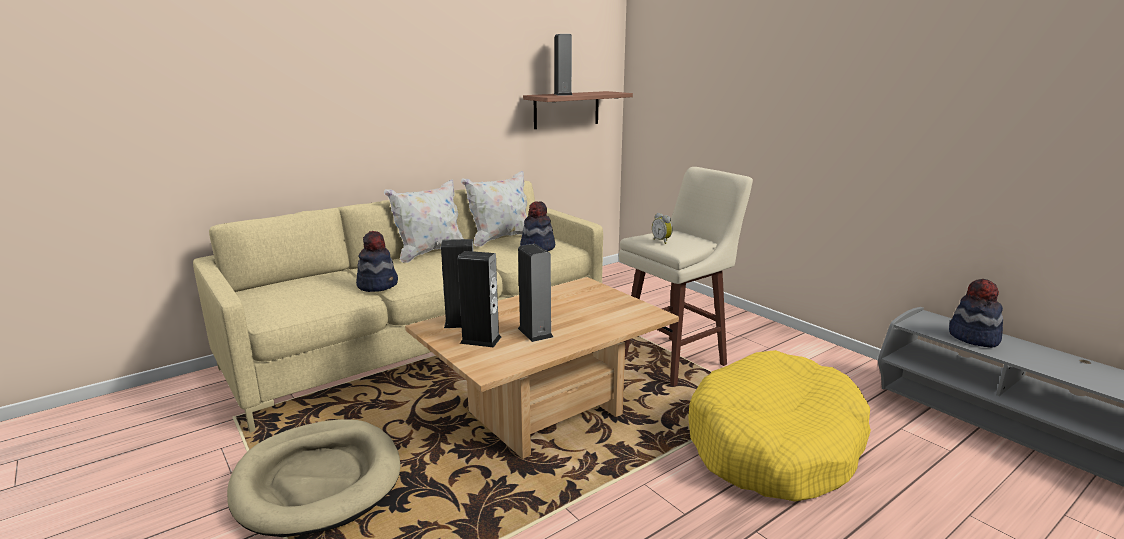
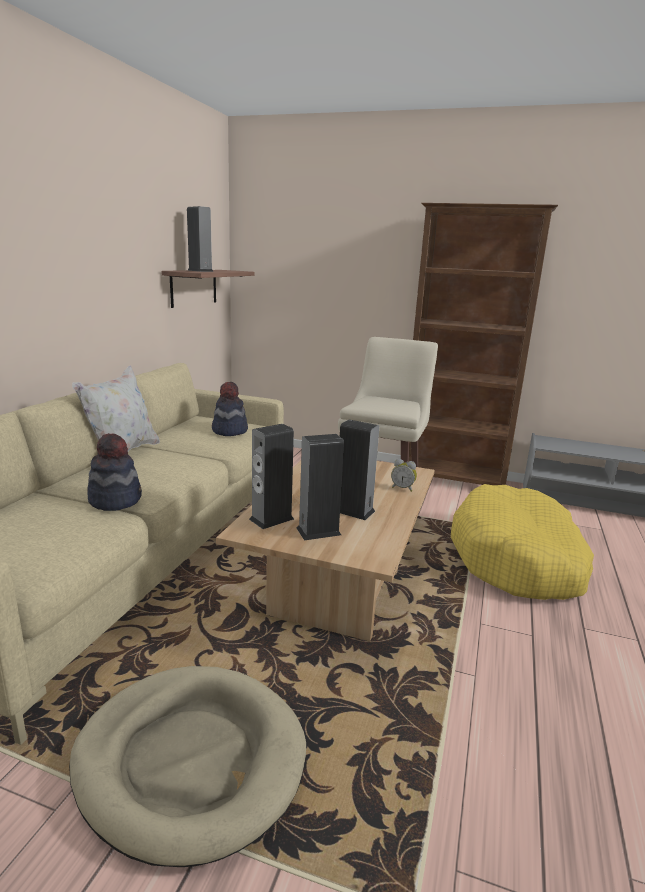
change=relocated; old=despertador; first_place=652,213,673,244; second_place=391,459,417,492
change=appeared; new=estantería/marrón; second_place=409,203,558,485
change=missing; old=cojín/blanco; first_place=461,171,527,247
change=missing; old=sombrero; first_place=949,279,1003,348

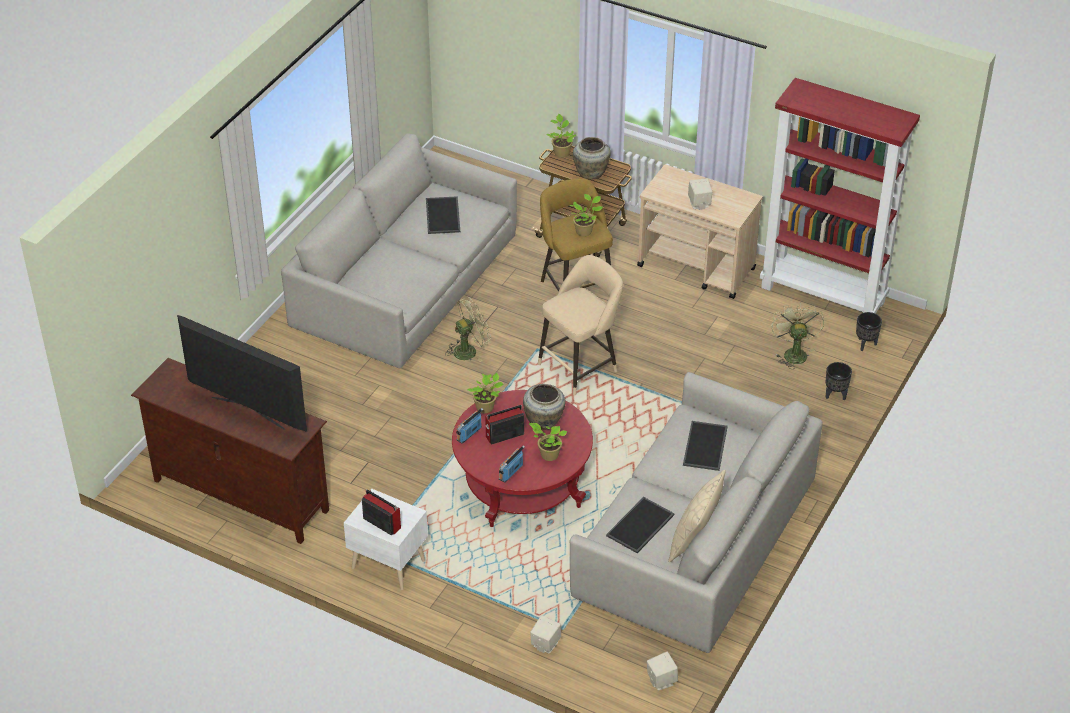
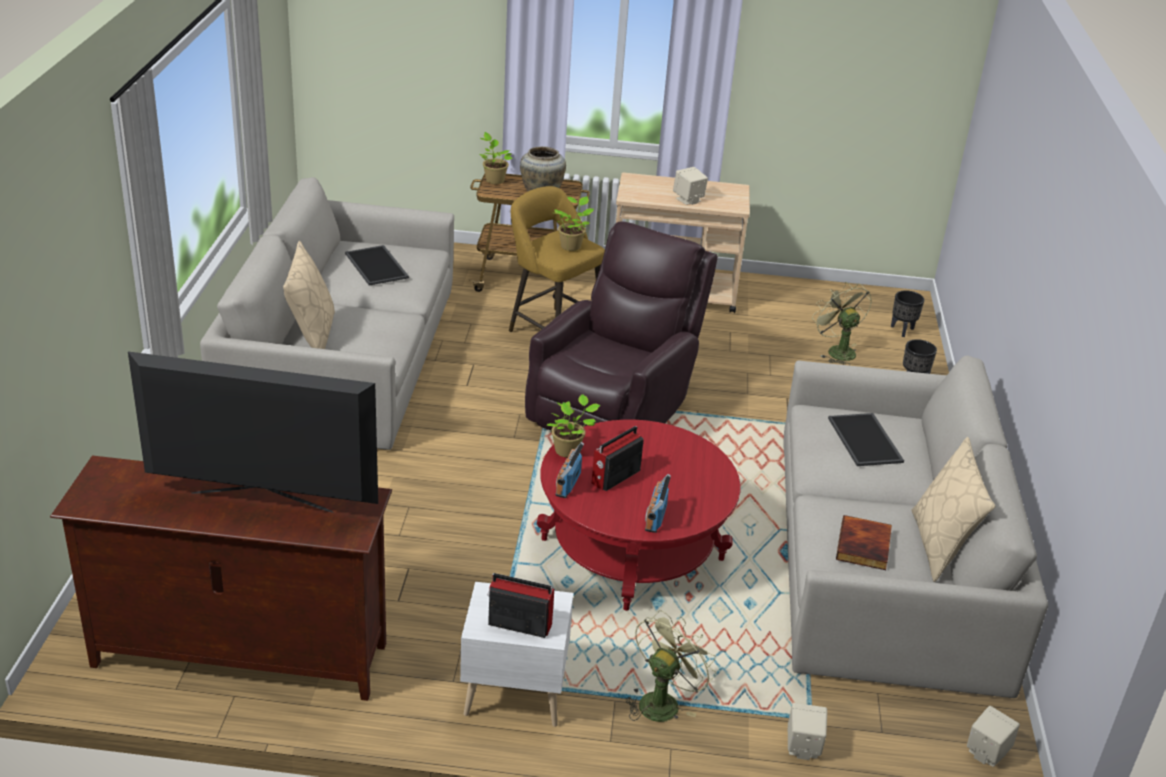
change=appeared; new=cojín/beis; second_place=283,241,335,349
change=exchanged; old=taburete/beis; new=sillón/marrón; first_place=538,255,623,396; second_place=525,222,718,430
change=relocated; old=ventilador/verde; first_place=445,297,491,362; second_place=626,610,716,722
change=exchanged; old=bandeja; new=libro; first_place=606,497,675,553; second_place=836,515,892,570
change=missing; old=florero/beis; first_place=523,384,565,430
change=missing; old=planta en maceta; first_place=529,423,567,461
change=missing; old=estantería/rojo; first_place=760,78,920,314

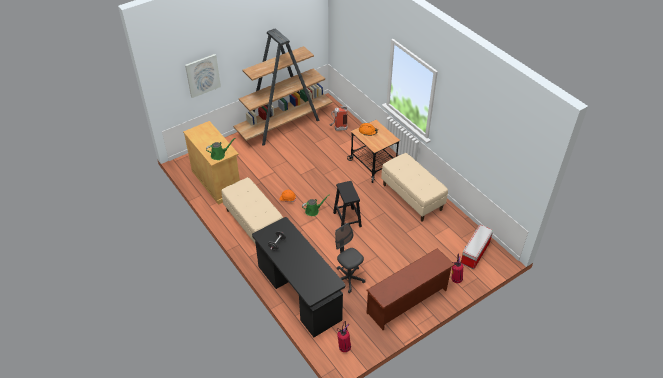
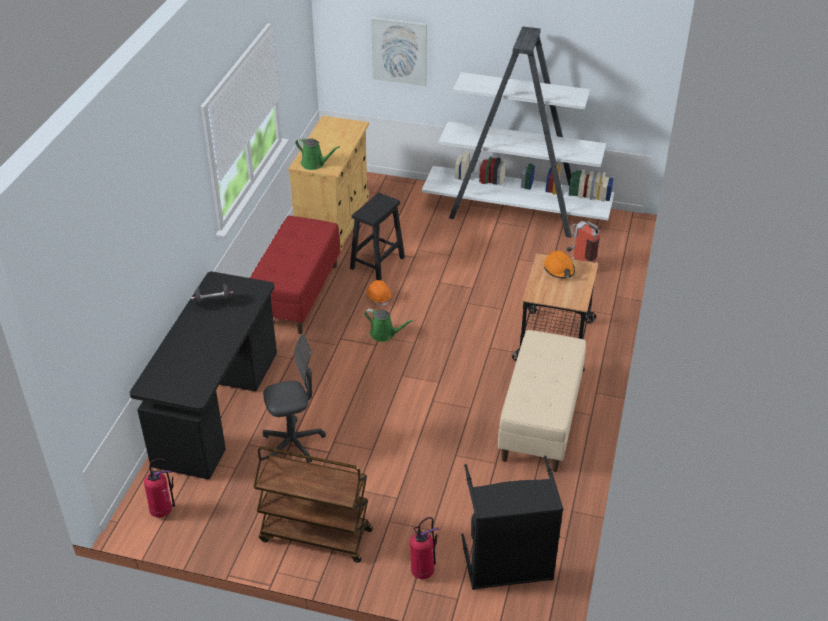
change=colour; old=banco/beis; new=banco/rojo; first_place=221,177,283,244; second_place=250,216,340,334
change=exchanged; old=zapatero/marrón; new=carrito/marrón; first_place=366,248,455,330; second_place=253,446,373,563
change=spun; old=silla de oficina/gris; first_place=335,223,365,293; second_place=263,334,326,463; degrees=60
change=relocated; old=taburete/negro; first_place=333,181,362,227; second_place=350,193,405,280
change=colour; old=estantería/marrón; new=estantería/blanco; first_place=233,28,333,146; second_place=422,26,614,238
change=exchanged; old=caja de almacenaje; new=cesto de la ropa/negro; first_place=461,225,493,269; second_place=461,456,564,590

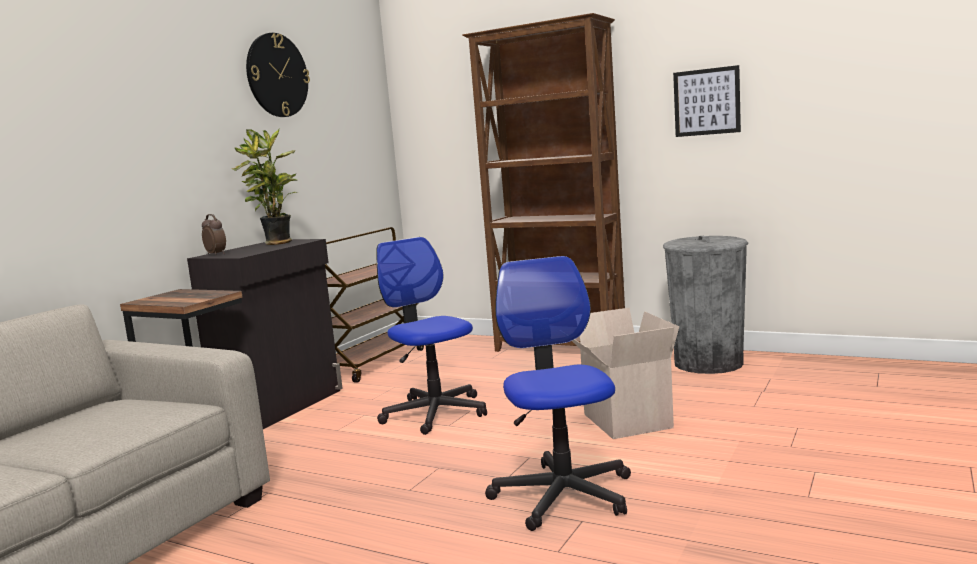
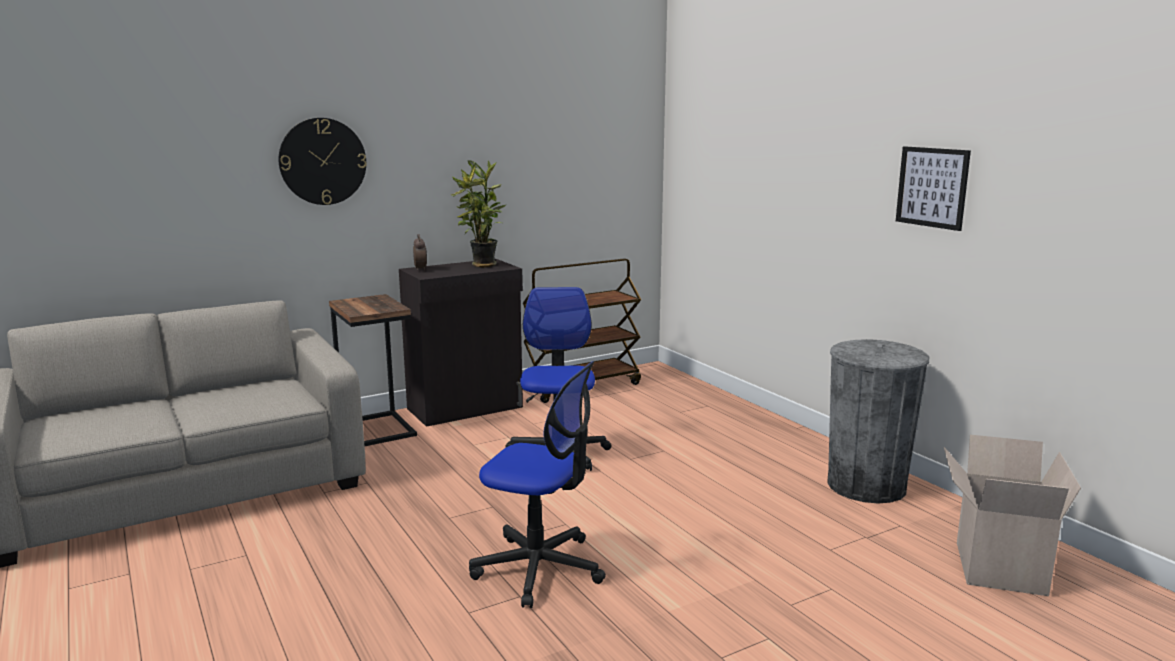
change=relocated; old=reloj de pared; first_place=246,33,310,117; second_place=279,118,367,205
change=spun; old=silla de oficina; first_place=485,256,631,531; second_place=469,361,606,608; degrees=90
change=relocated; old=caja de cartón; first_place=572,308,679,439; second_place=944,435,1081,596
change=missing; old=estantería/marrón; first_place=463,13,625,352

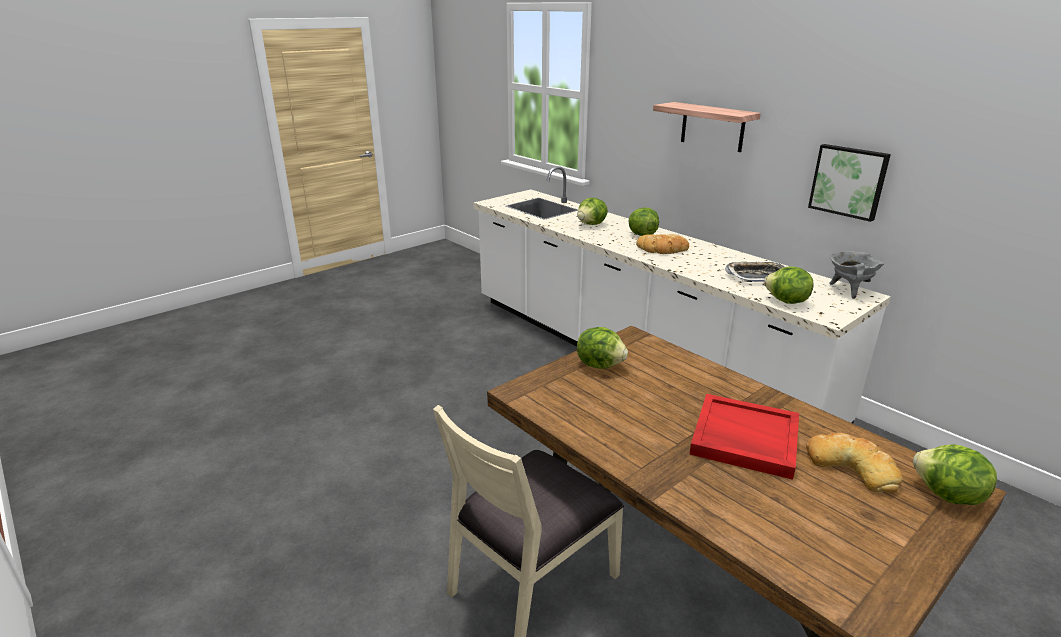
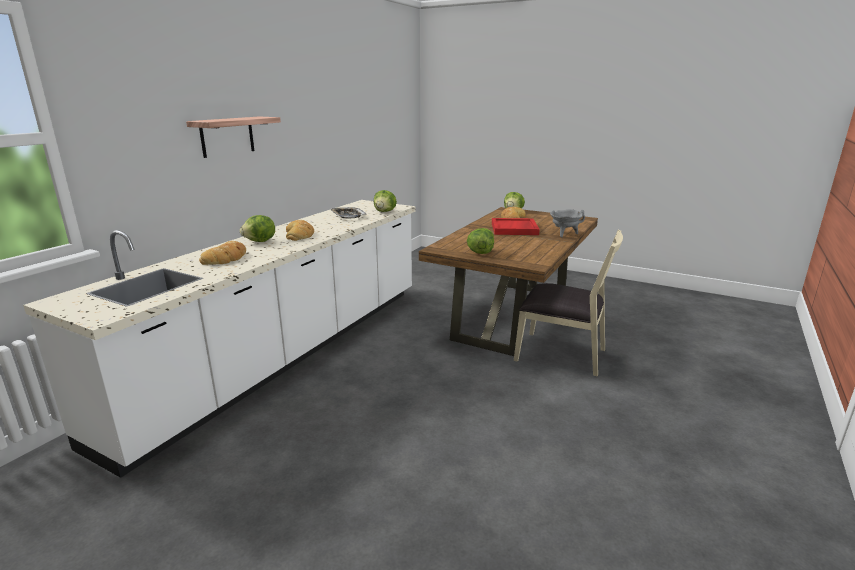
change=exchanged; old=lechuga; new=pan; first_place=577,198,608,225; second_place=199,241,246,265
change=relocated; old=olla/gris; first_place=829,251,884,299; second_place=550,209,585,237
change=missing; old=cuadro; first_place=808,144,891,222

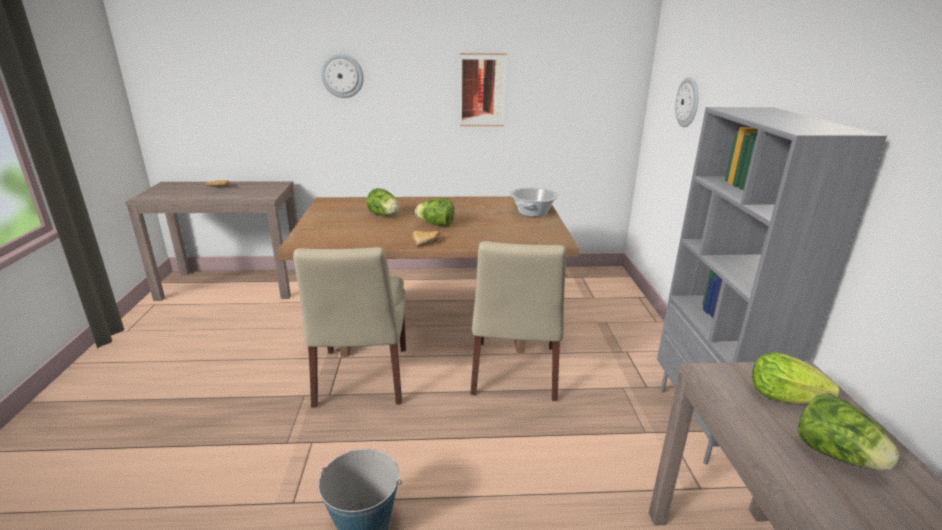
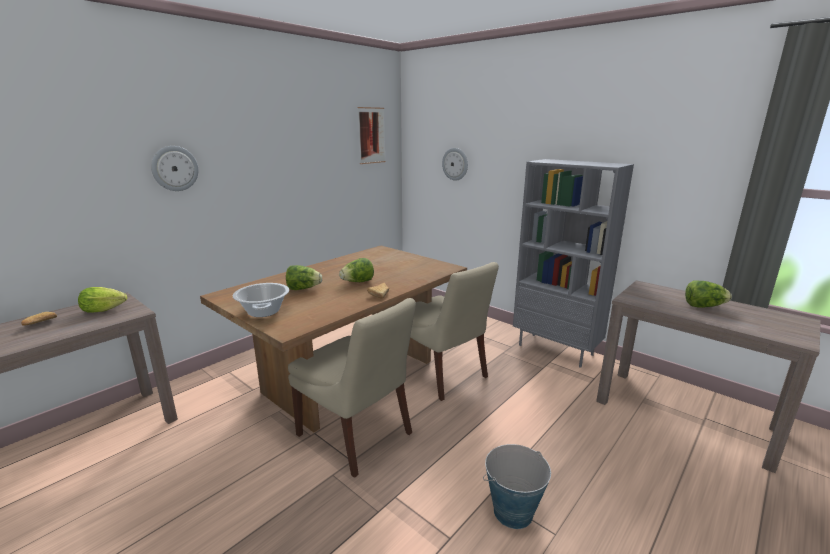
change=relocated; old=lechuga; first_place=752,352,840,404; second_place=78,287,127,313
change=relocated; old=olla; first_place=510,187,559,217; second_place=233,283,289,317
change=relocated; old=cuadro; first_place=460,53,507,126; second_place=357,107,385,164

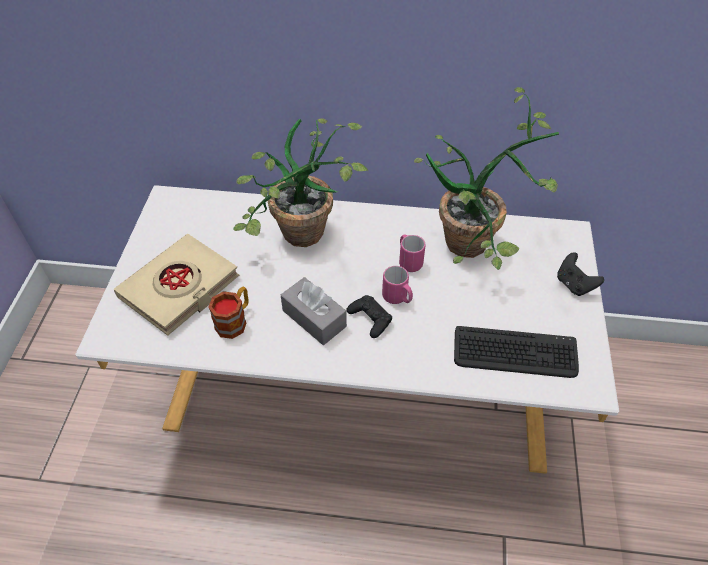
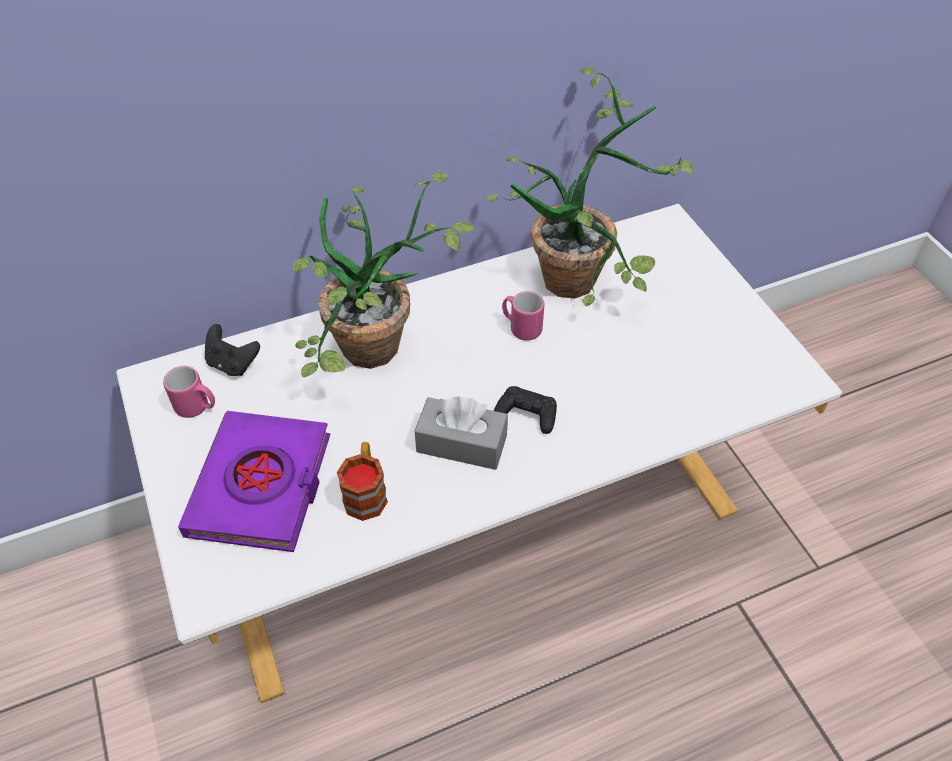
change=relocated; old=taza grande/rosa; first_place=382,266,413,304; second_place=163,366,215,418
change=colour; old=libro/beis; new=libro/morado; first_place=114,234,239,336; second_place=178,411,330,552
change=relocated; old=mando de consola/negro; first_place=557,252,604,296; second_place=205,324,260,376
change=missing; old=teclado; first_place=454,326,579,378

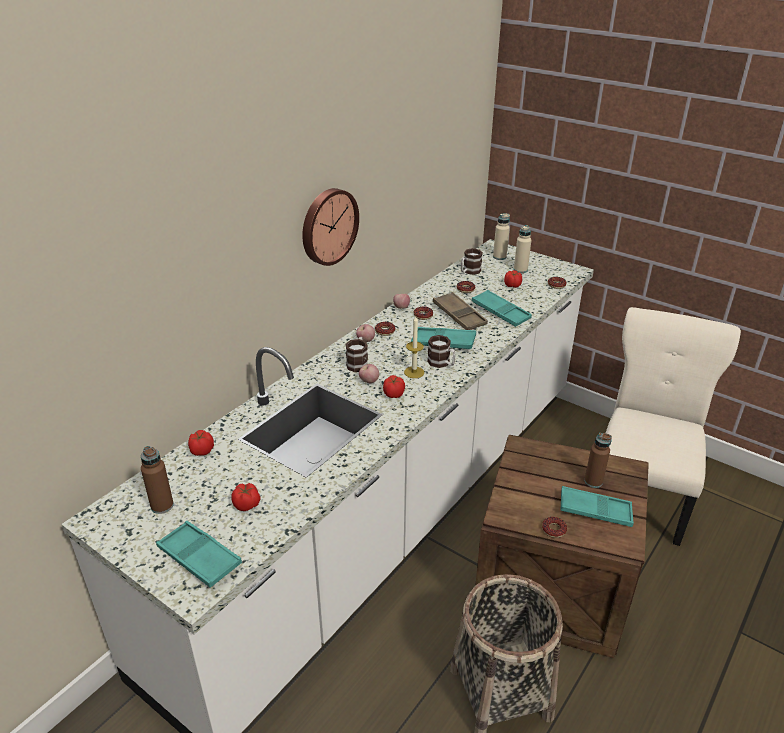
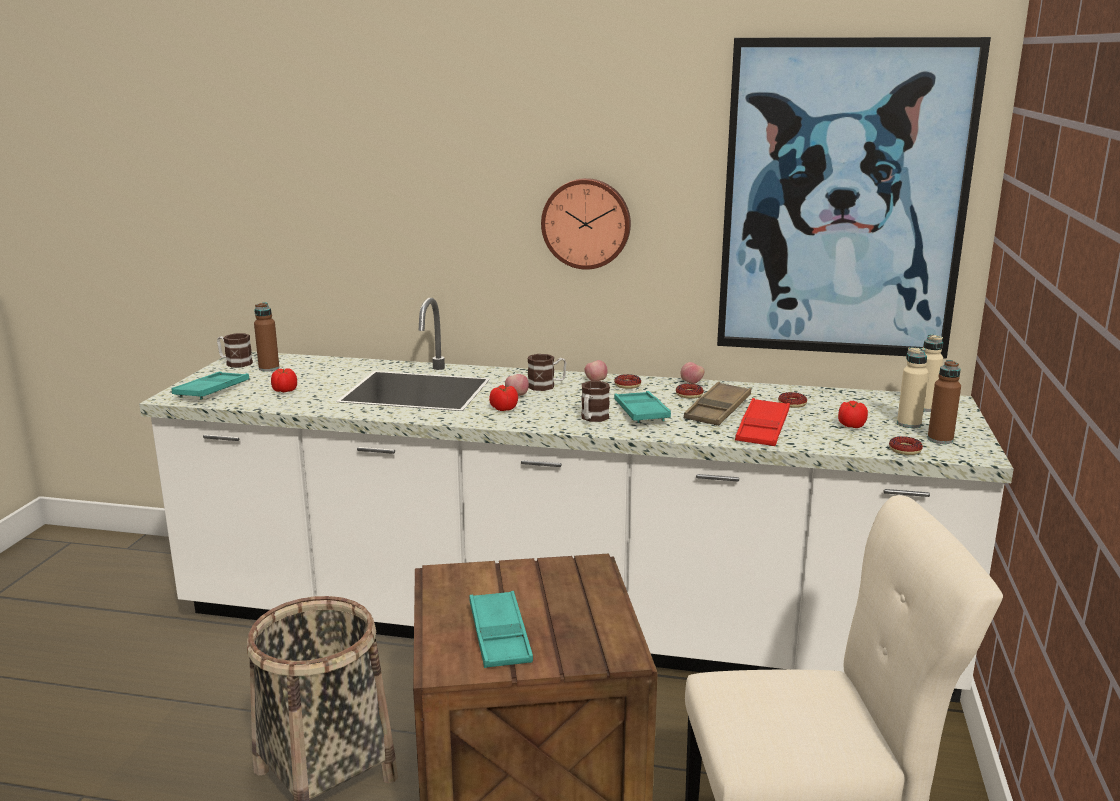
change=relocated; old=taza grande; first_place=461,248,483,275; second_place=217,333,253,367
change=appeared; new=cuadro; second_place=717,37,991,359
change=colour; old=bandeja/turquesa; new=bandeja/rojo; first_place=472,290,532,327; second_place=735,398,790,446
change=relocated; old=botella/marrón; first_place=584,433,612,488; second_place=927,360,961,444
change=missing; old=tomate; first_place=188,430,214,456
change=missing; old=vela; first_place=404,316,424,378
change=missing; old=rosquilla; first_place=542,517,567,538

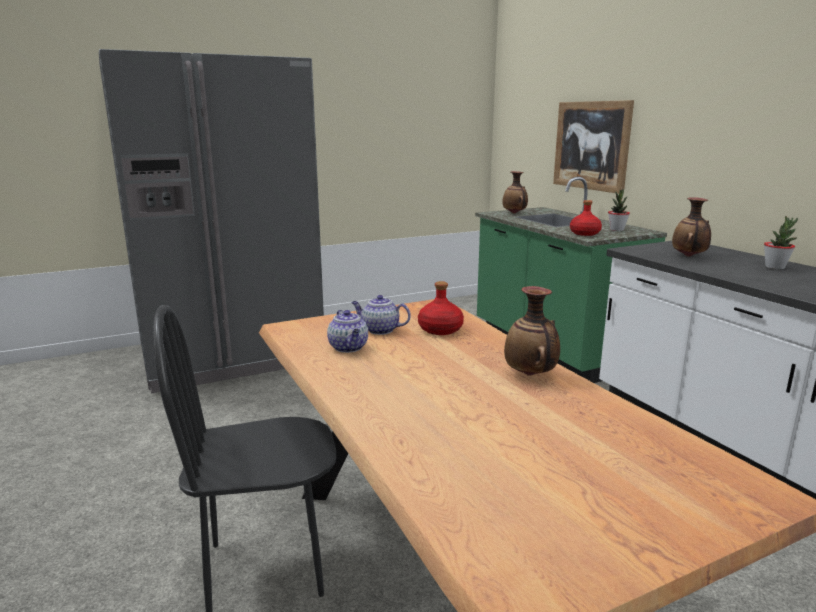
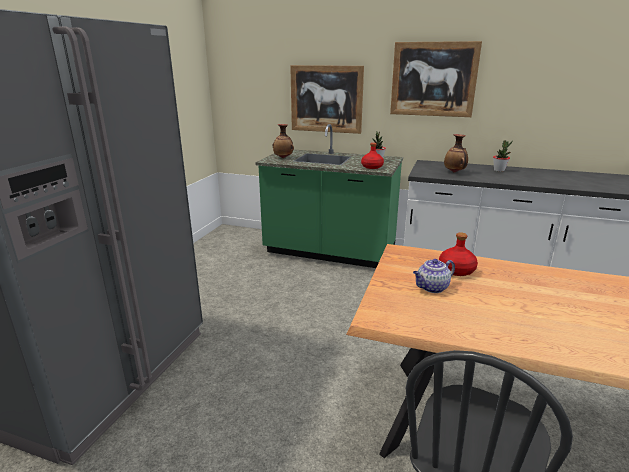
change=appeared; new=cuadro; second_place=390,41,482,117
change=missing; old=tetera; first_place=327,310,368,353
change=missing; old=florero; first_place=504,286,560,376

